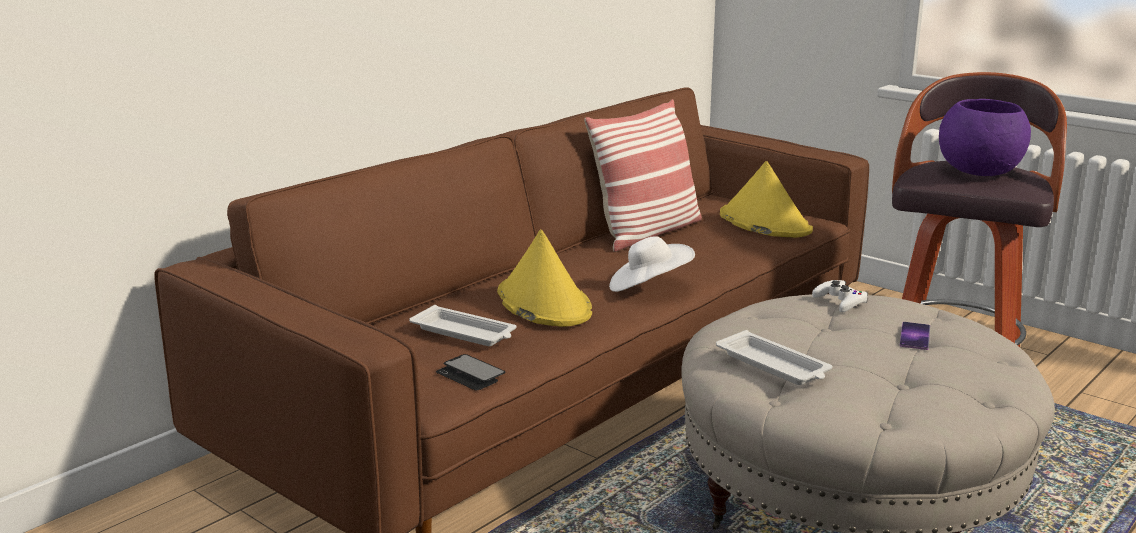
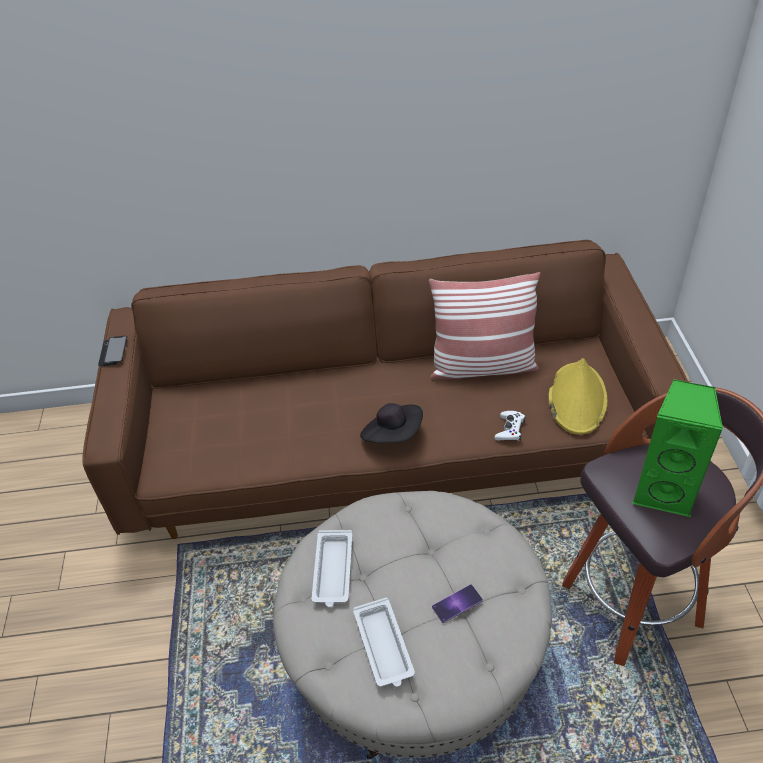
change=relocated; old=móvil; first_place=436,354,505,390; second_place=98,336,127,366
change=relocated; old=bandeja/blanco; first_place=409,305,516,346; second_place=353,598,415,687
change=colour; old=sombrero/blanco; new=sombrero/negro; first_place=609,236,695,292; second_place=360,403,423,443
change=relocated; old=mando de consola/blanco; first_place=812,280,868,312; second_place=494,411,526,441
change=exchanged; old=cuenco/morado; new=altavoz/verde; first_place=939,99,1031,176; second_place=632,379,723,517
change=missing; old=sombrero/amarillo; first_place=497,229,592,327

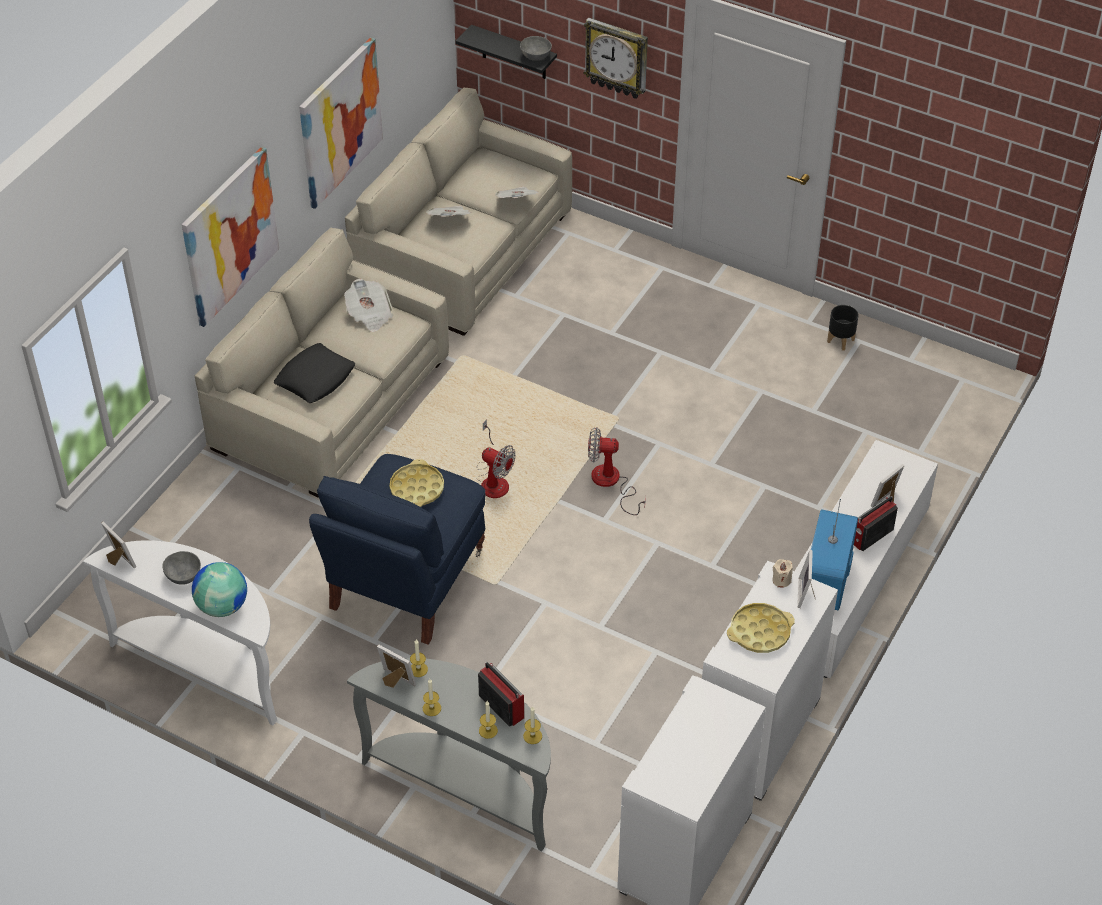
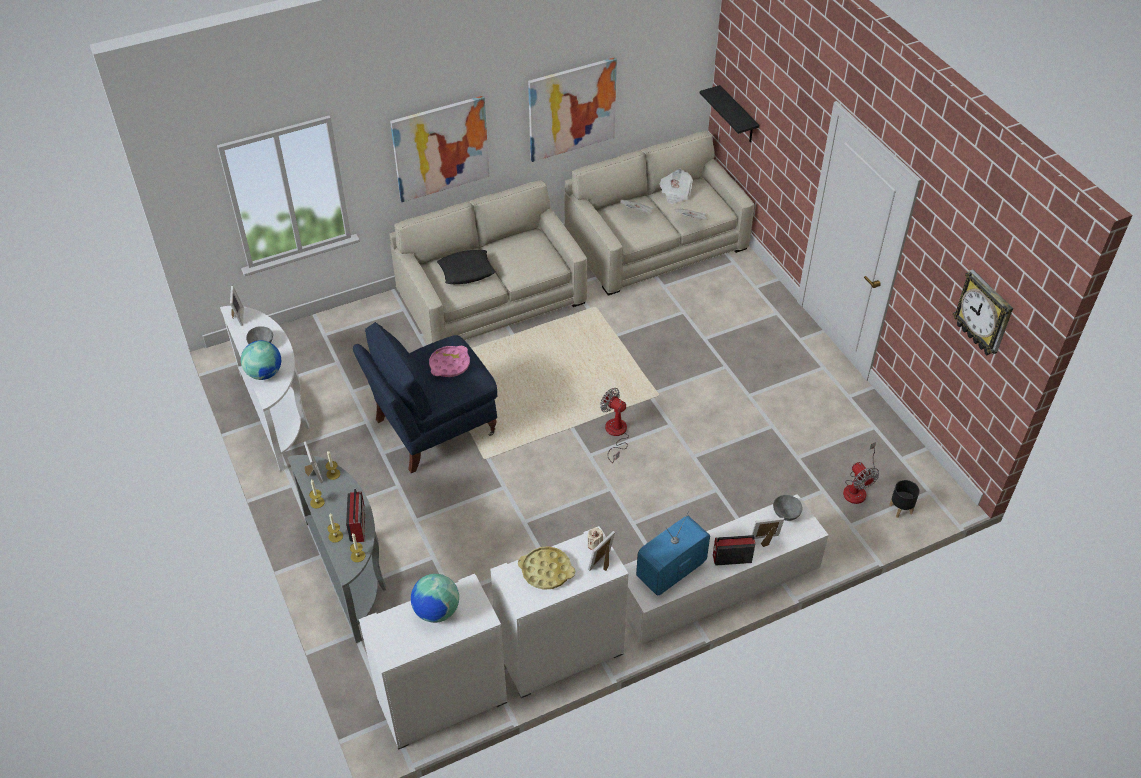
change=appeared; new=globo terráqueo; second_place=411,574,459,623
change=colour; old=bandeja/amarillo; new=bandeja/rosa; first_place=390,459,444,507; second_place=429,346,470,377
change=relocated; old=periódico; first_place=344,279,393,332; second_place=659,168,693,204
change=relocated; old=cuenco/gris; first_place=520,36,552,61; second_place=773,495,802,521
change=relocated; old=ventilador; first_place=477,419,515,498; second_place=843,442,879,504
change=relocated; old=maceta/negro; first_place=827,305,859,351; second_place=889,480,919,518
change=relocated; old=reloj de pared; first_place=584,18,648,99; second_place=953,269,1013,355

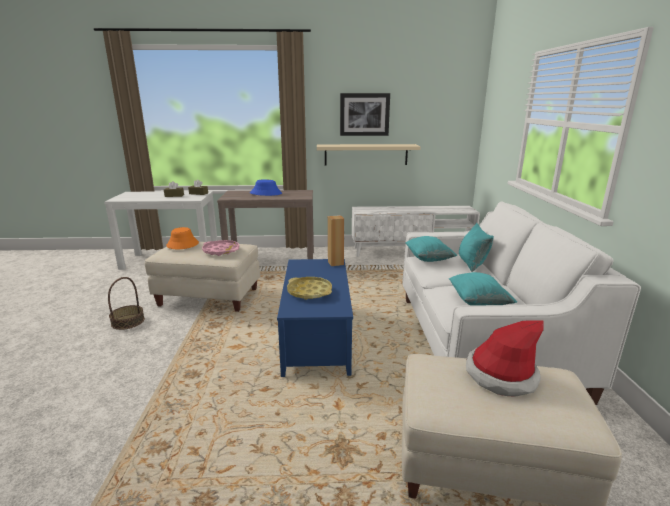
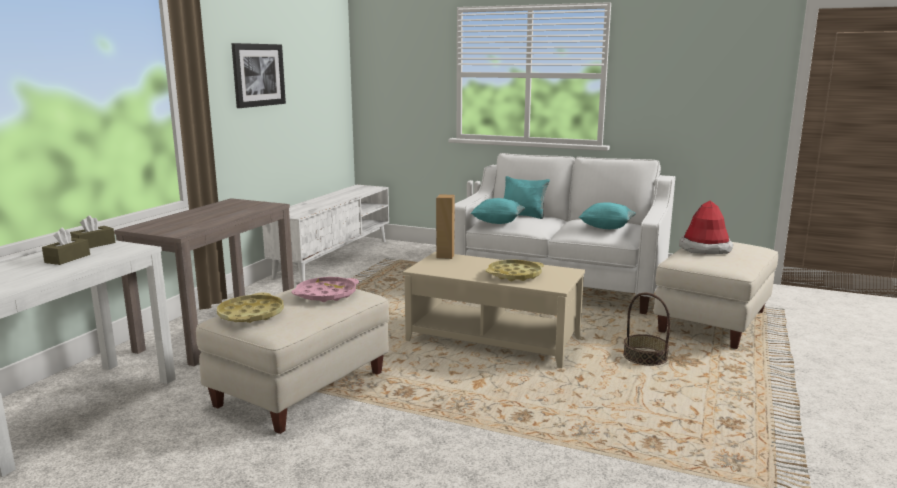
change=exchanged; old=sombrero/naranja; new=bandeja/amarillo; first_place=166,227,199,249; second_place=217,293,284,323
change=colour; old=mesa de centro/azul; new=mesa de centro/beis; first_place=277,259,353,377; second_place=403,252,585,368
change=relocated; old=cesta; first_place=108,277,145,330; second_place=623,292,670,366
change=missing; old=sombrero/azul; first_place=250,179,282,196
change=missing; old=estante/beis; first_place=317,144,420,165

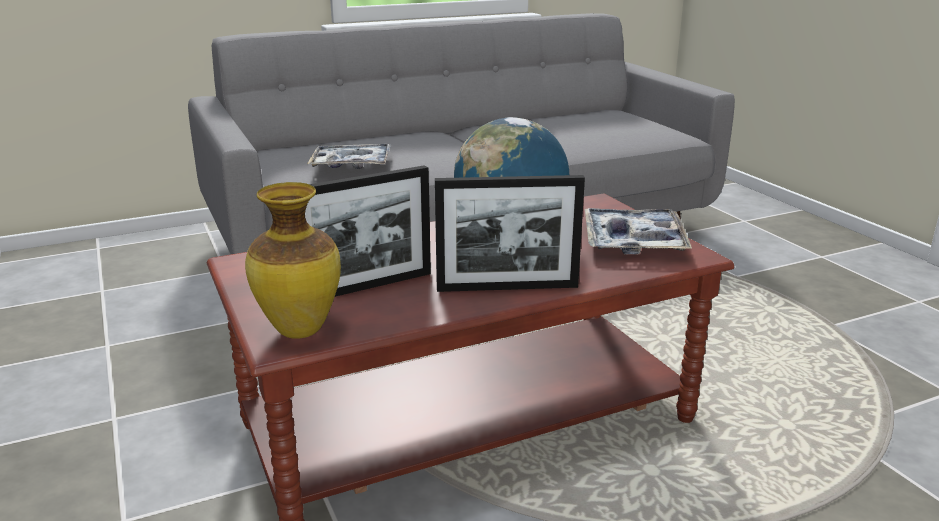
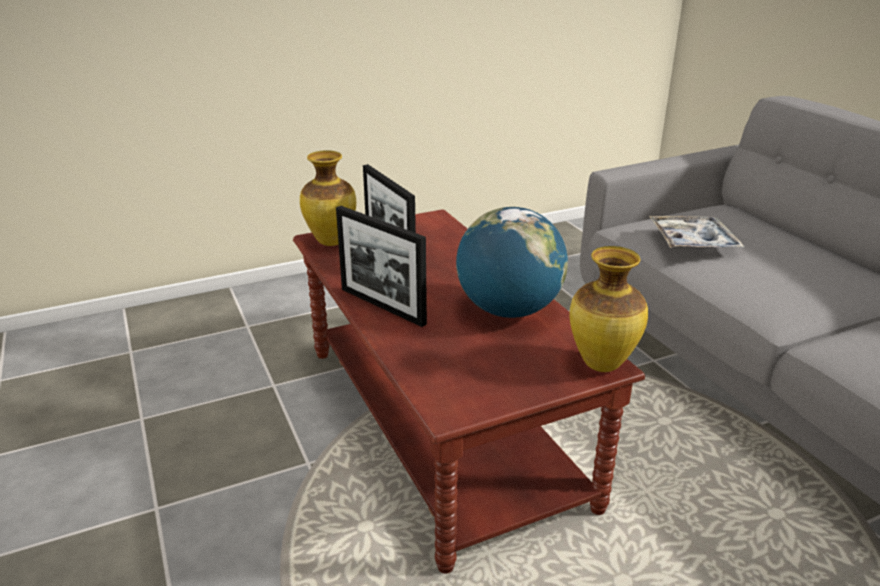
change=spun; old=portarretratos; first_place=435,175,585,292; second_place=336,206,427,327; degrees=-45
change=appeared; new=florero; second_place=570,246,648,372
change=missing; old=bandeja; first_place=585,208,692,255

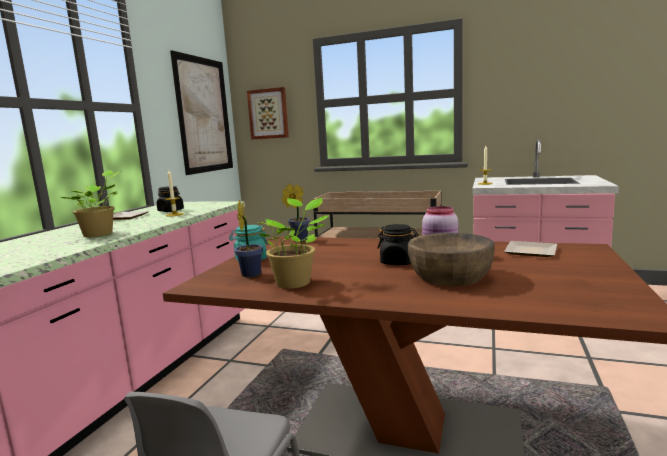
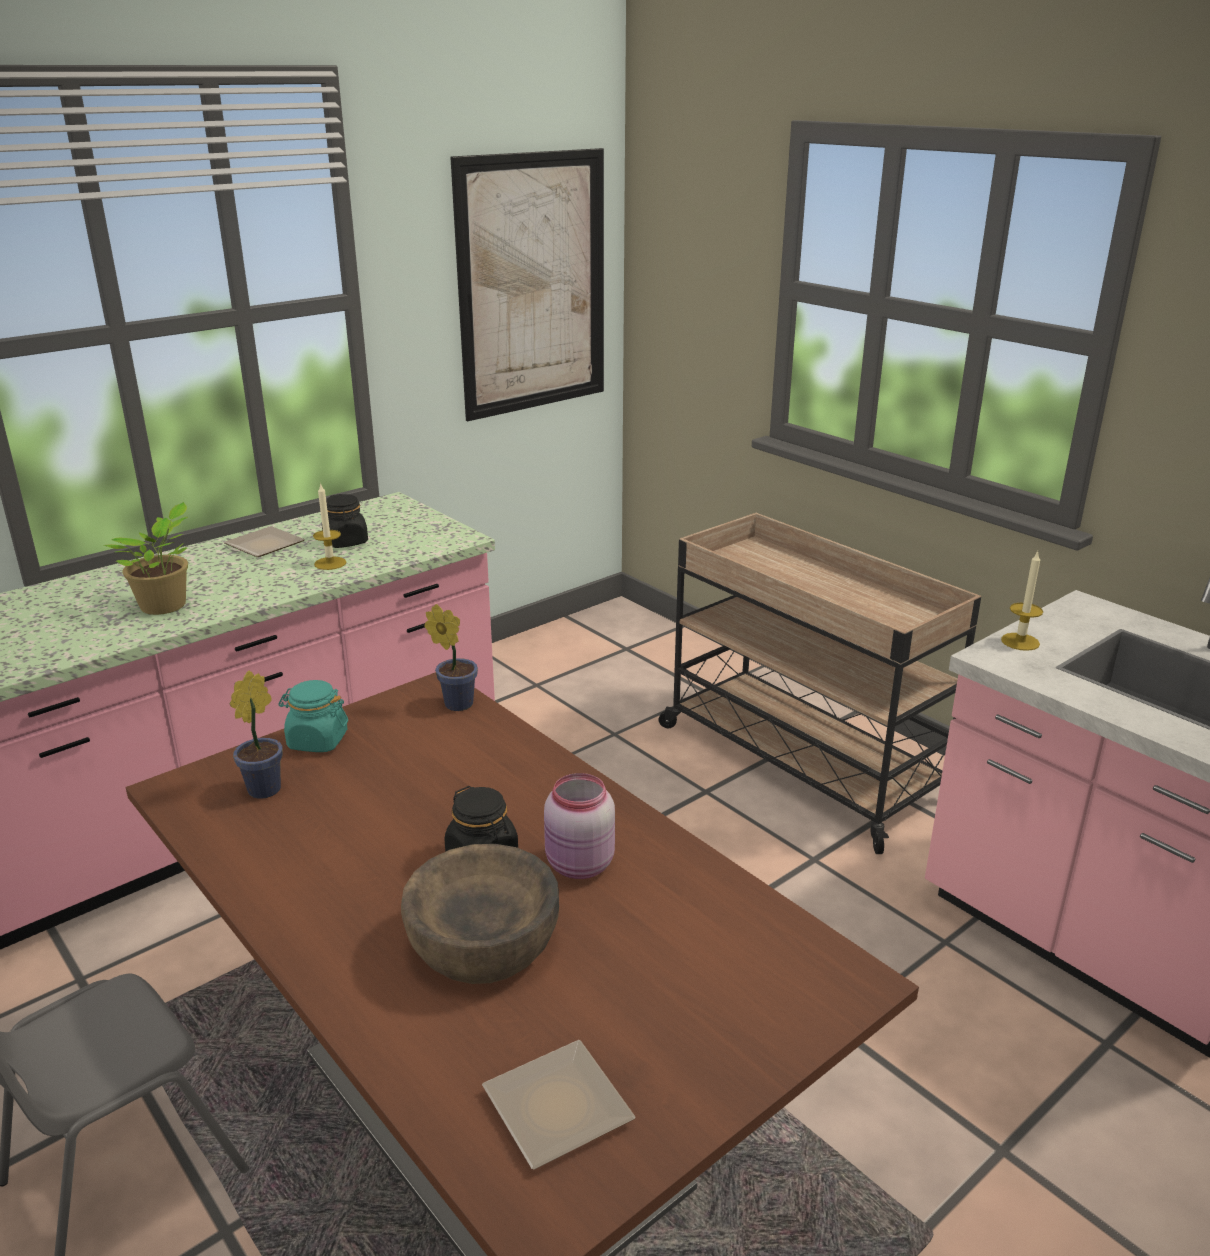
change=relocated; old=plato; first_place=504,241,557,257; second_place=482,1040,635,1169
change=missing; old=cuadro; first_place=247,87,289,139
change=missing; old=planta en maceta; first_place=258,198,330,289

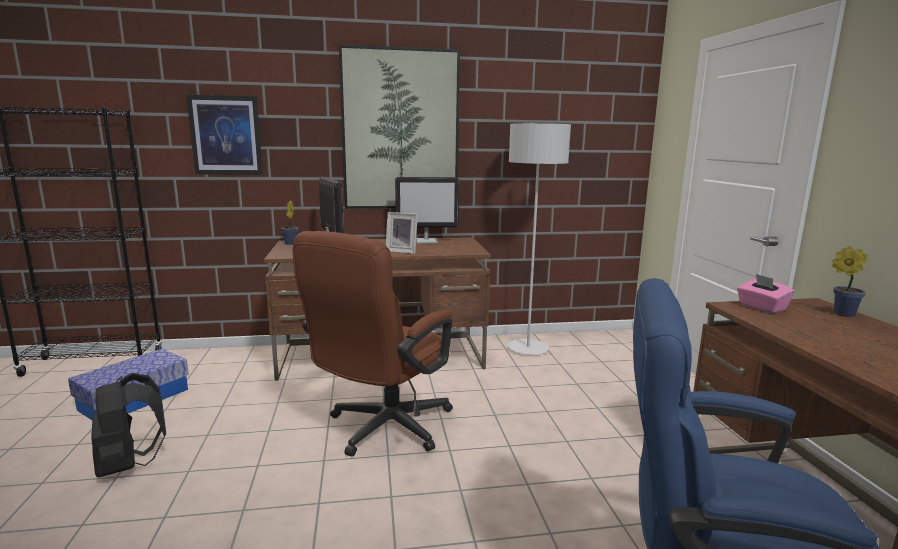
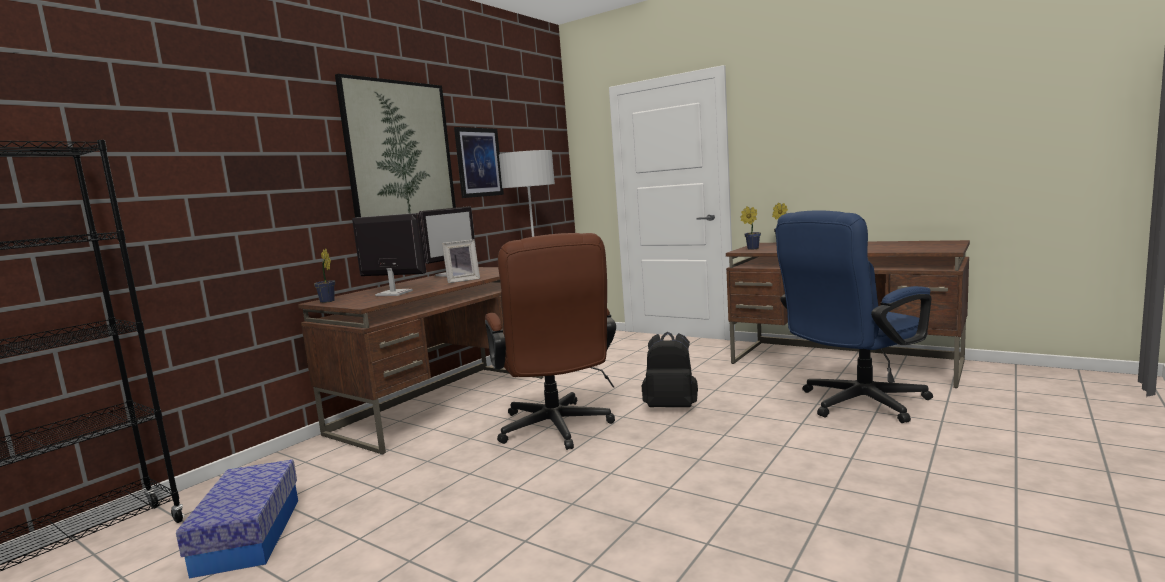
change=relocated; old=cuadro; first_place=186,94,263,175; second_place=454,127,504,198
change=relocated; old=mochila/negro; first_place=91,373,166,477; second_place=642,332,698,407
change=exchanged; old=caja de pañuelos/rosa; new=planta en maceta; first_place=737,274,795,314; second_place=740,207,761,250

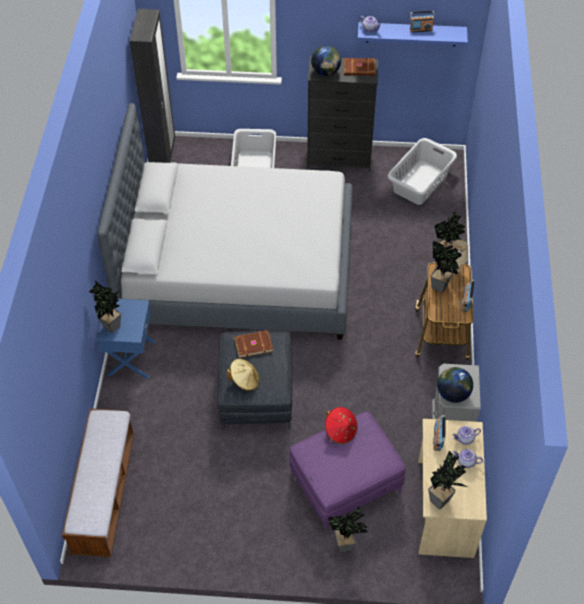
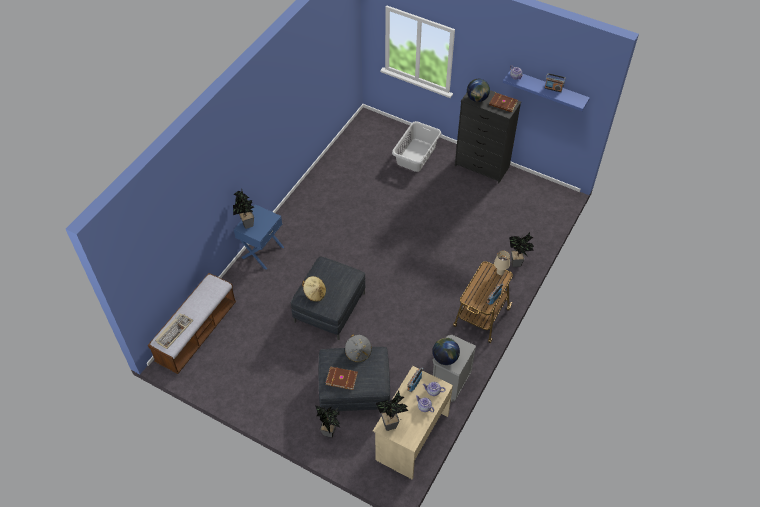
change=appeared; new=teclado; second_place=155,313,193,349
change=colour; old=puf/morado; new=puf/gris; first_place=289,411,406,530; second_place=319,347,390,411
change=relocated; old=libro/marrón; first_place=234,330,273,358; second_place=326,366,358,390
change=colour; old=sombrero/rojo; new=sombrero/gris; first_place=325,407,357,444; second_place=345,334,372,362
change=missing; old=cama/gris; first_place=97,103,353,340
change=missing; old=armario ropero/negro; first_place=129,9,175,163
change=missing; old=cesto de la ropa/gris; first_place=387,138,457,205
change=missing; old=planta en maceta; first_place=430,241,462,293

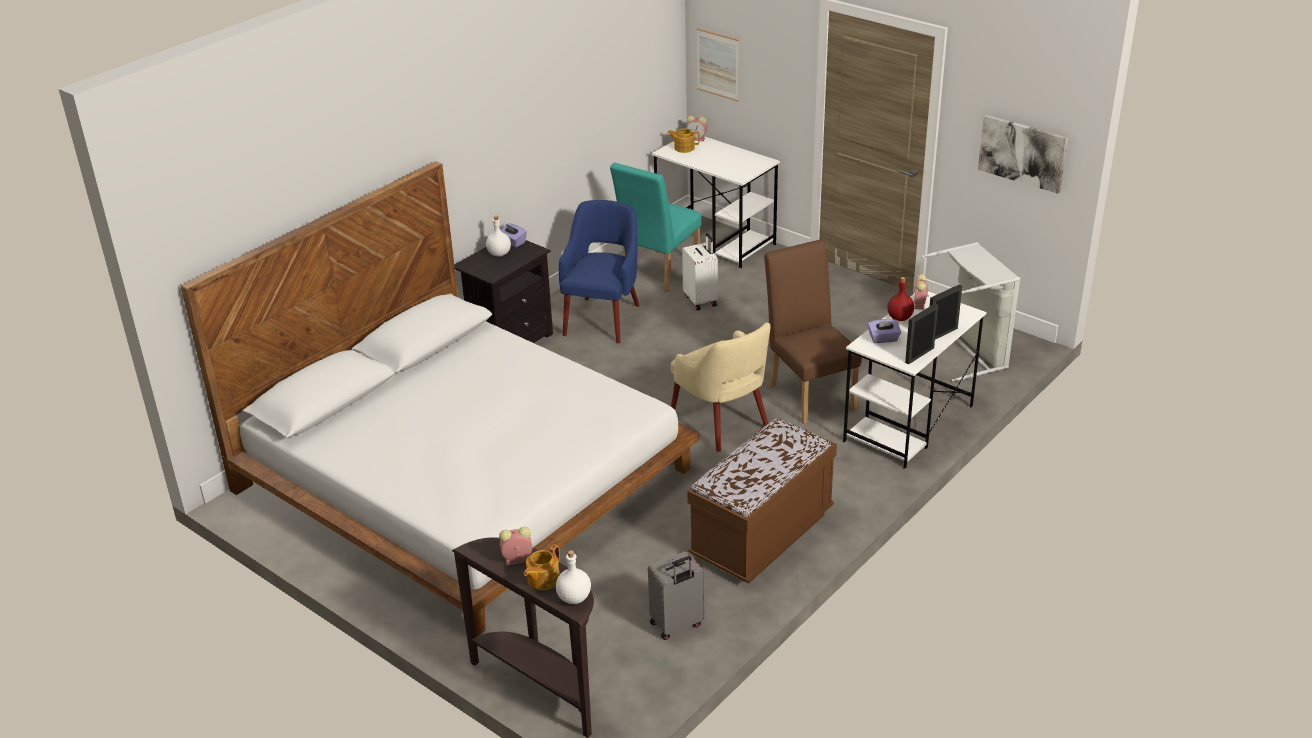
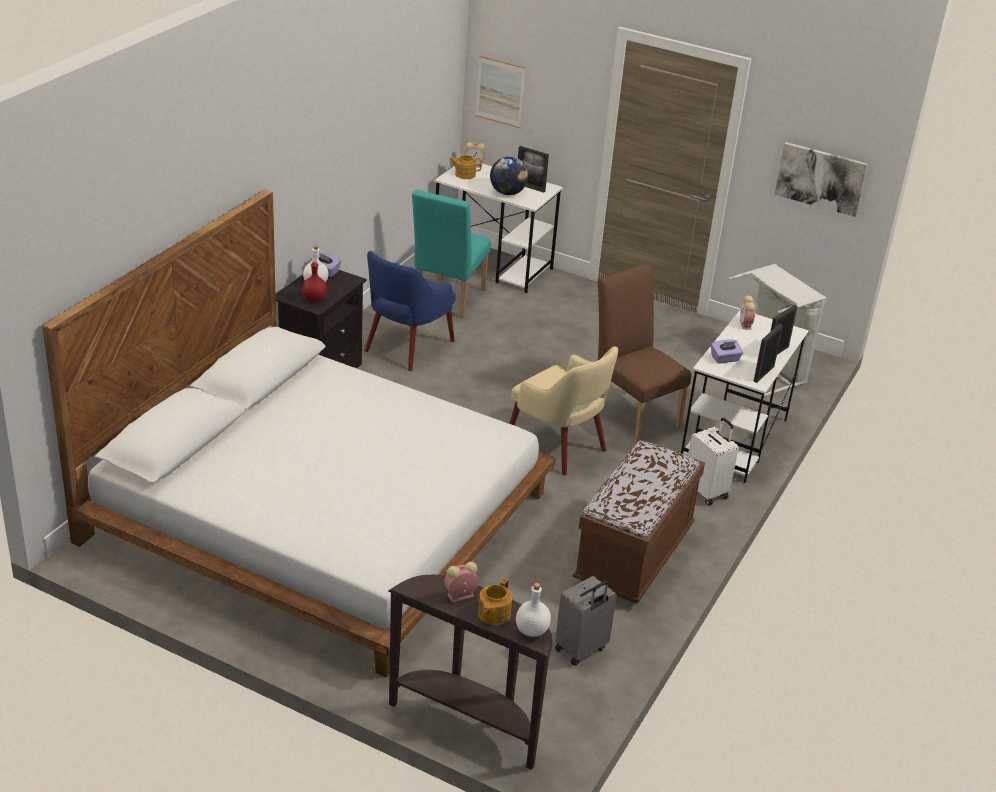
change=relocated; old=botella/rojo; first_place=887,277,914,321; second_place=302,260,327,303
change=spun; old=sillón/azul; first_place=559,200,640,343; second_place=364,251,456,371; degrees=-150
change=appeared; new=globo terráqueo; second_place=490,156,528,195
change=appeared; new=portarretratos; second_place=518,146,549,193
change=relocated; old=maleta/blanco; first_place=682,233,718,310; second_place=688,418,739,505

